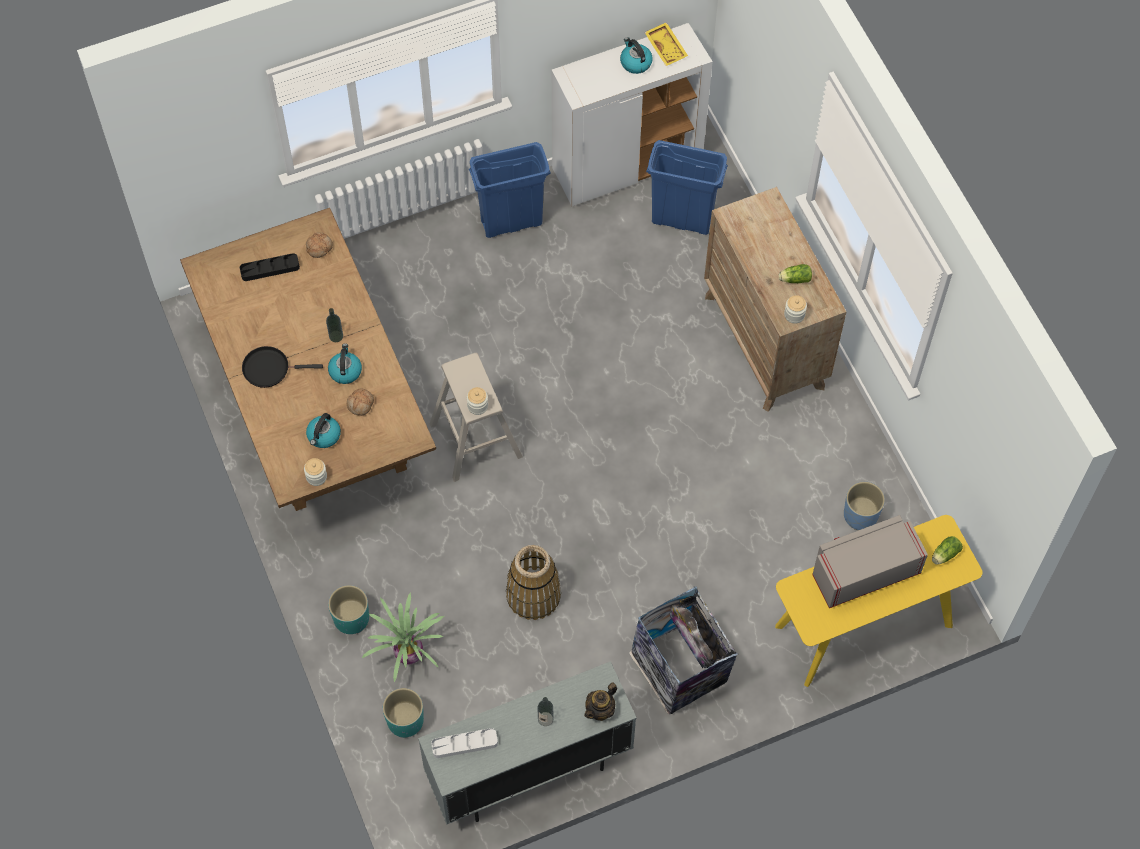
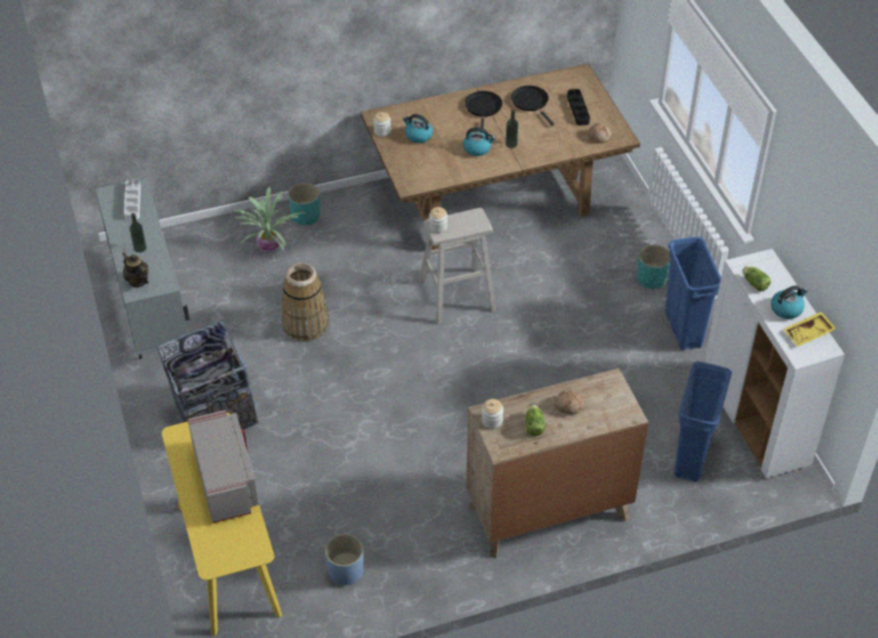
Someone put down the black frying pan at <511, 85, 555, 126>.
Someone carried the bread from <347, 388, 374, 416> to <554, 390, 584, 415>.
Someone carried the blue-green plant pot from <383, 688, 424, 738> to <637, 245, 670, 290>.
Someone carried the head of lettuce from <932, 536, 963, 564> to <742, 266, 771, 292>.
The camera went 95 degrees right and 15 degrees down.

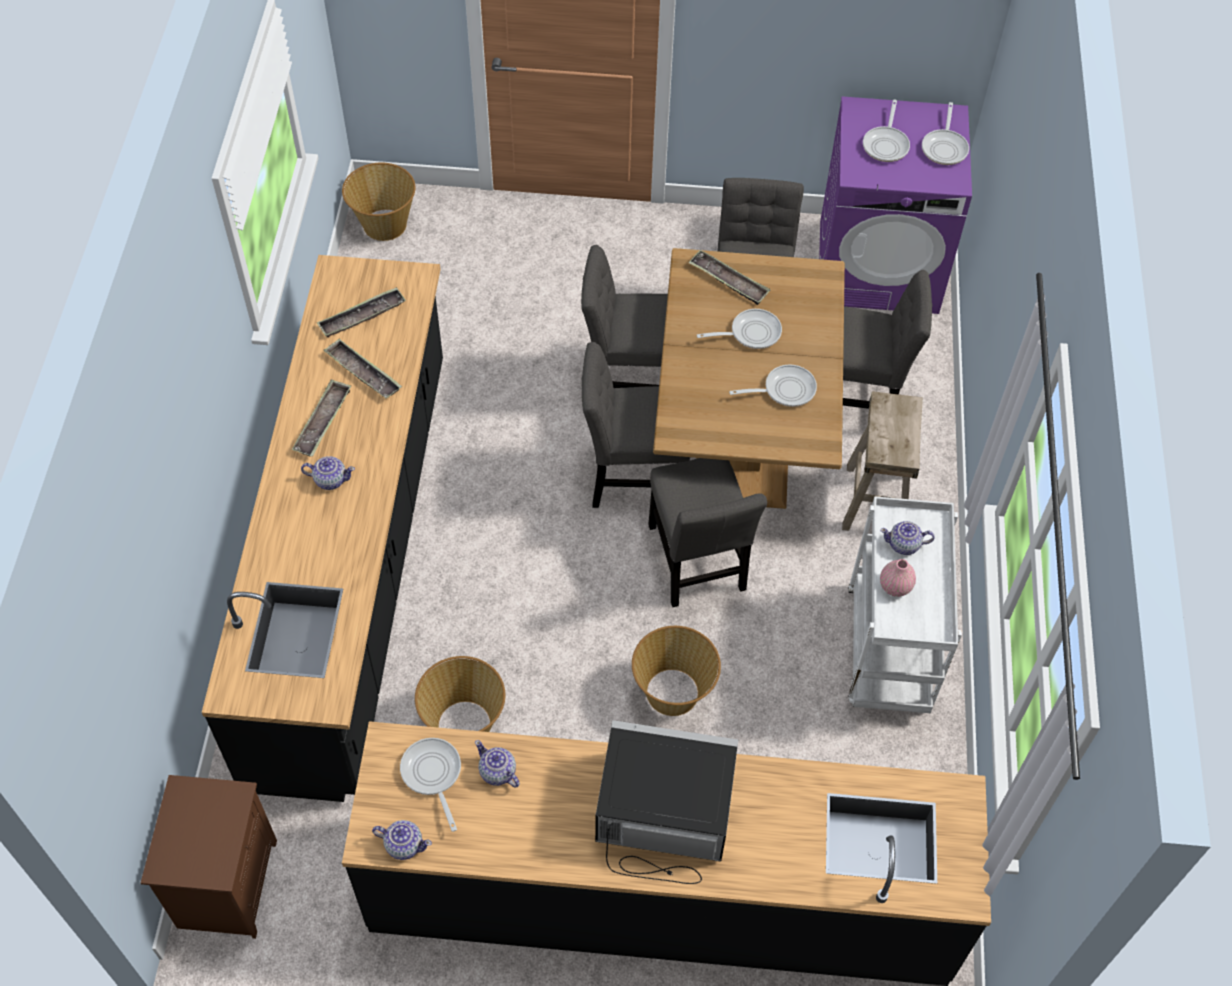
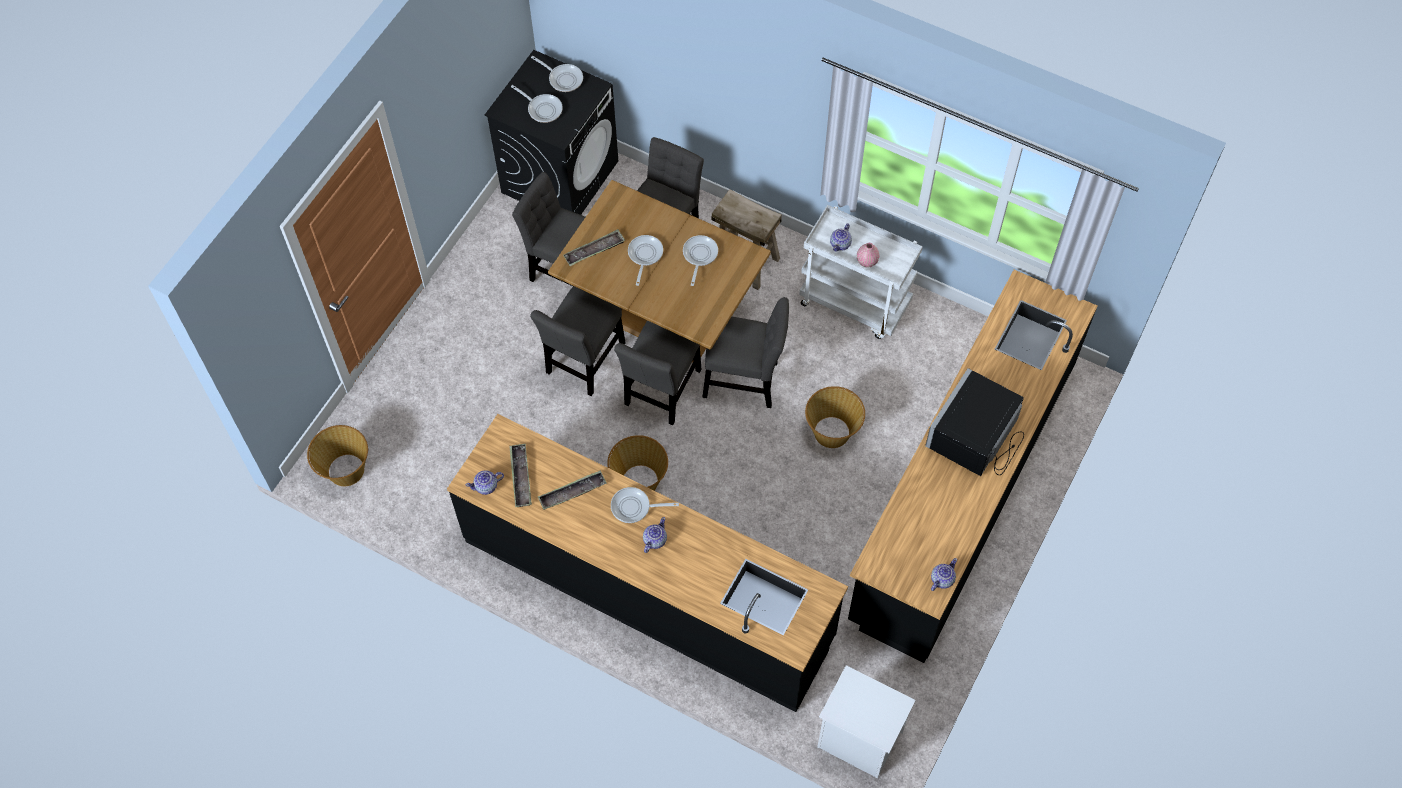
Someone took away the tray at <292, 379, 351, 457>.
Someone carried the frying pan from <400, 738, 461, 832> to <611, 487, 679, 523>.
Someone carried the basket from <415, 656, 505, 732> to <607, 435, 668, 491>.
Someone carried the teapot from <475, 740, 520, 788> to <465, 470, 504, 495>.
Someone repainted the brownish night table at <141, 775, 277, 939>, which became the white night table at <817, 665, 916, 779>.
Someone repainted the purplish washing machine at <819, 96, 972, 314>, which became the black washing machine at <485, 50, 618, 215>.
The camera went 65 degrees left and 5 degrees up.

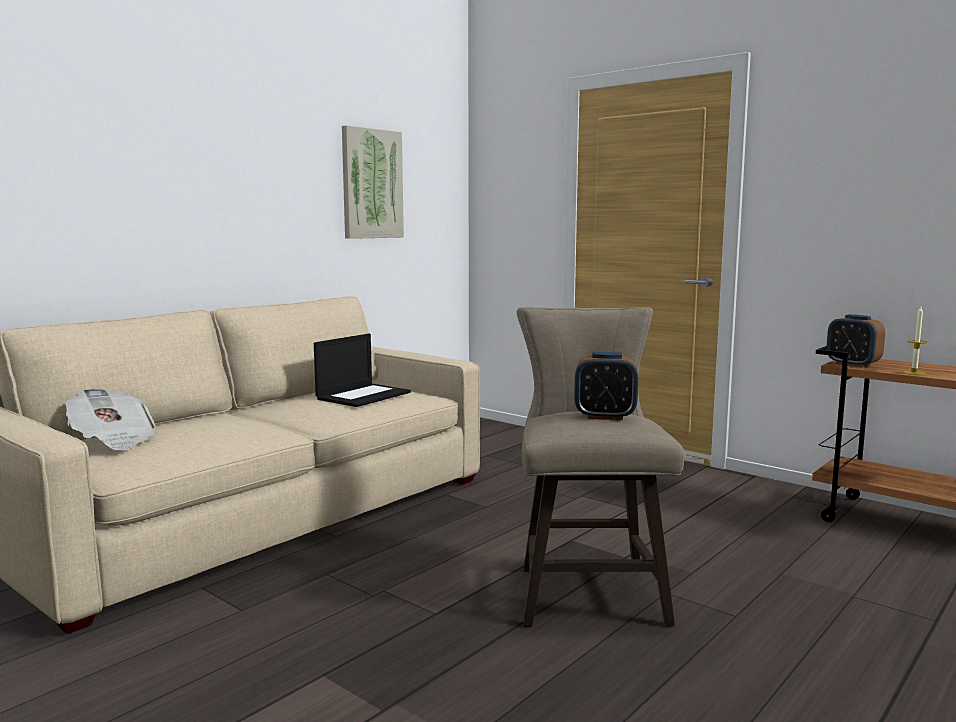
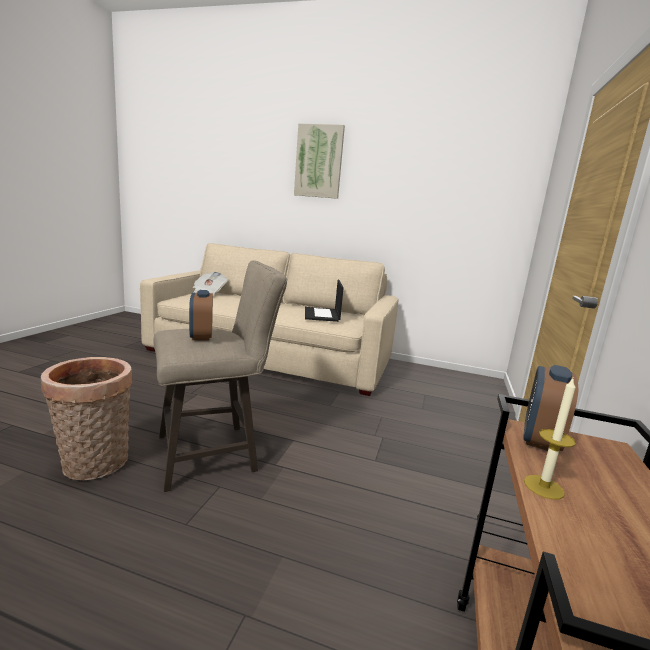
Someone put down the basket at <41, 357, 133, 480>.
Someone carried the wall art from <342, 125, 404, 239> to <294, 124, 345, 199>.
Someone rotated the laptop at <314, 333, 411, 407> by 75 degrees clockwise.
The camera went 65 degrees right and 5 degrees up.

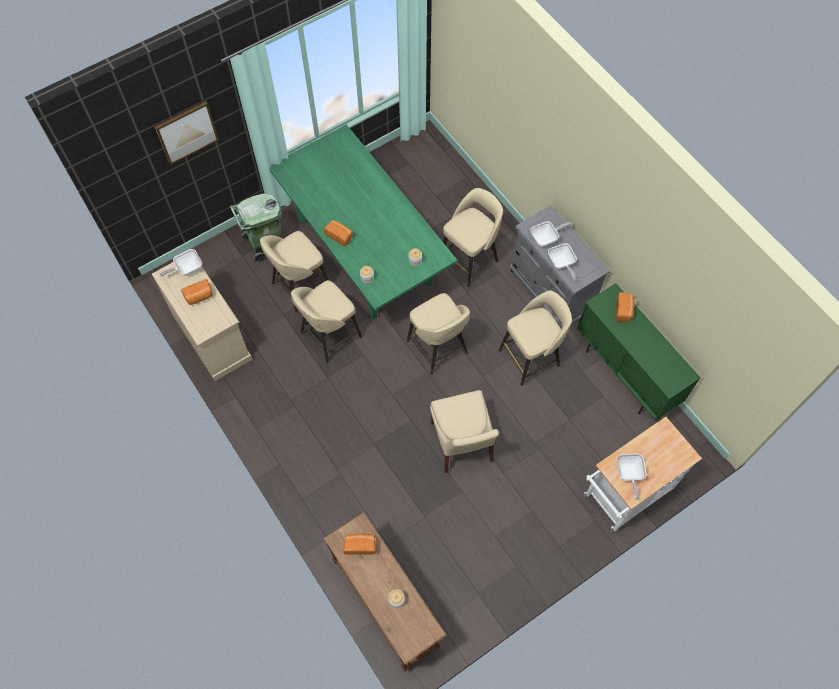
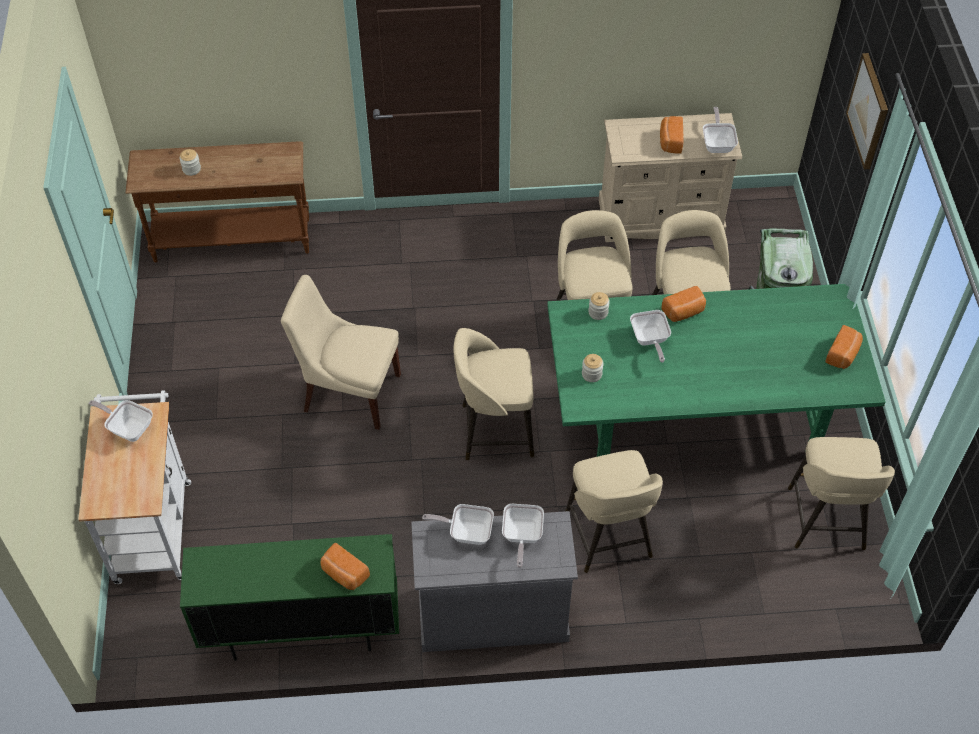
Someone put down the frying pan at <630, 310, 671, 363>.
Someone carried the bread from <344, 534, 376, 554> to <825, 325, 863, 369>.
Someone carried the beige sitting stool from <499, 291, 572, 386> to <788, 437, 895, 550>.
The camera went 120 degrees right and 10 degrees down.

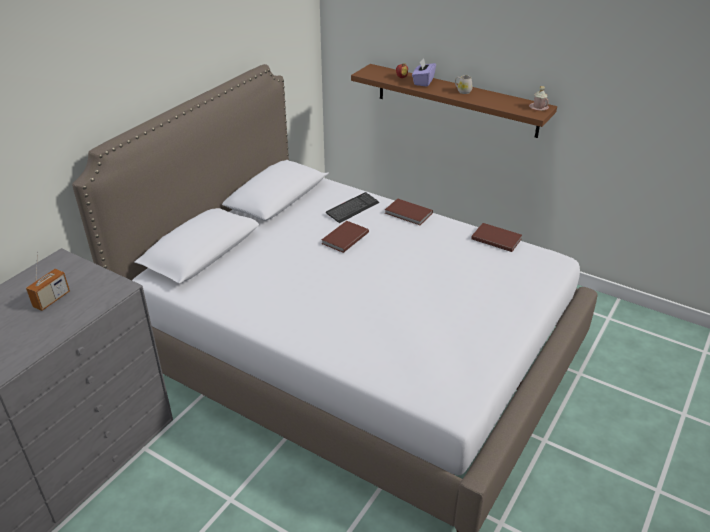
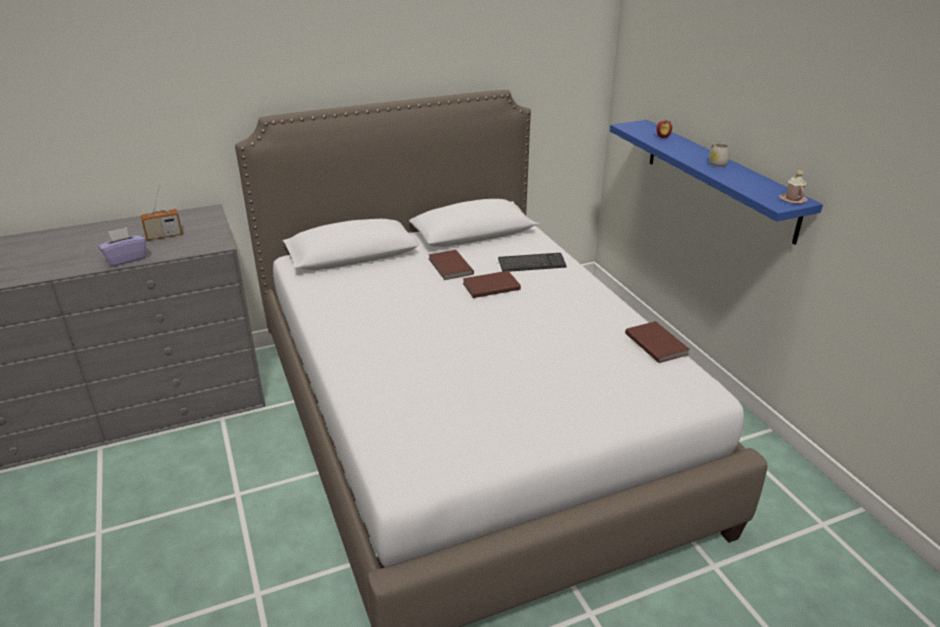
Someone carried the brownish book from <385, 199, 433, 225> to <428, 250, 474, 280>.
Someone carried the purplish box of tissues from <412, 58, 436, 87> to <98, 227, 146, 267>.
Someone repainted the brownish wall shelf at <351, 64, 557, 138>, which became the blue wall shelf at <610, 120, 823, 245>.
The camera went 35 degrees right and 5 degrees down.

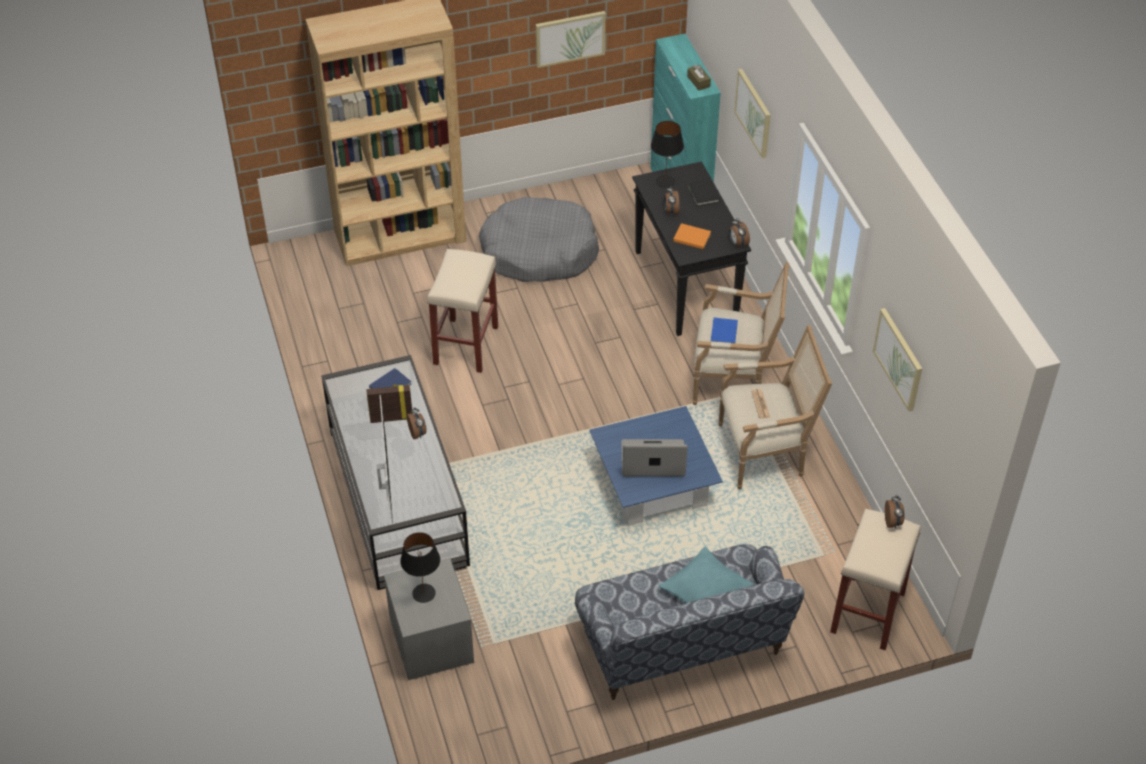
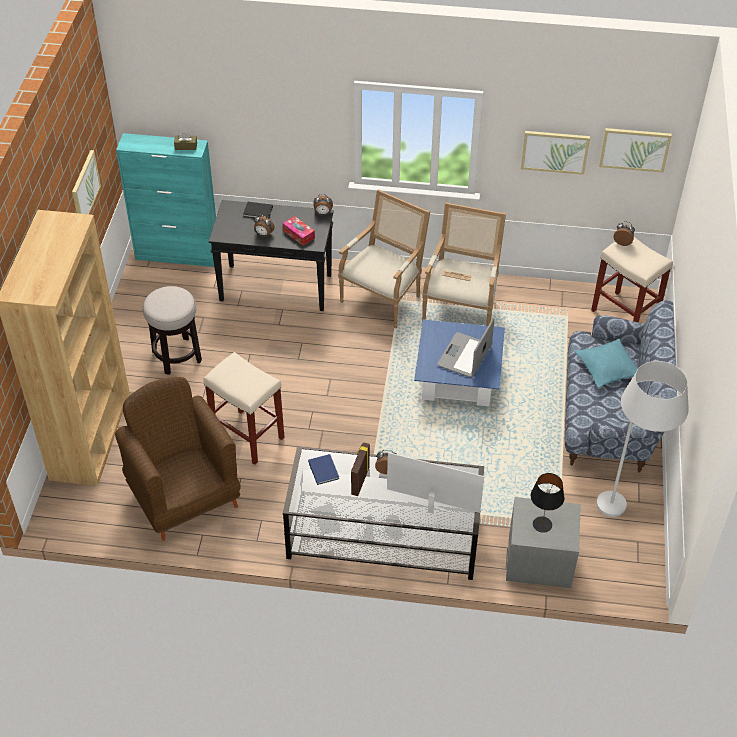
Someone took away the black tabletop lamp at <651, 121, 684, 188>.
Someone took away the blue book at <711, 318, 738, 343>.
Someone put down the brownish armchair at <115, 377, 240, 541>.
Someone put down the white standing lamp at <596, 361, 689, 517>.
Someone carried the wall art from <734, 69, 771, 158> to <599, 128, 672, 173>.
Someone swapped the greyish dog bed at <479, 197, 599, 282> for the sitting stool at <143, 286, 202, 375>.
Someone swapped the orange-coloured book at <673, 223, 711, 249> for the box of tissues at <283, 216, 315, 246>.
The camera went 65 degrees left and 0 degrees up.

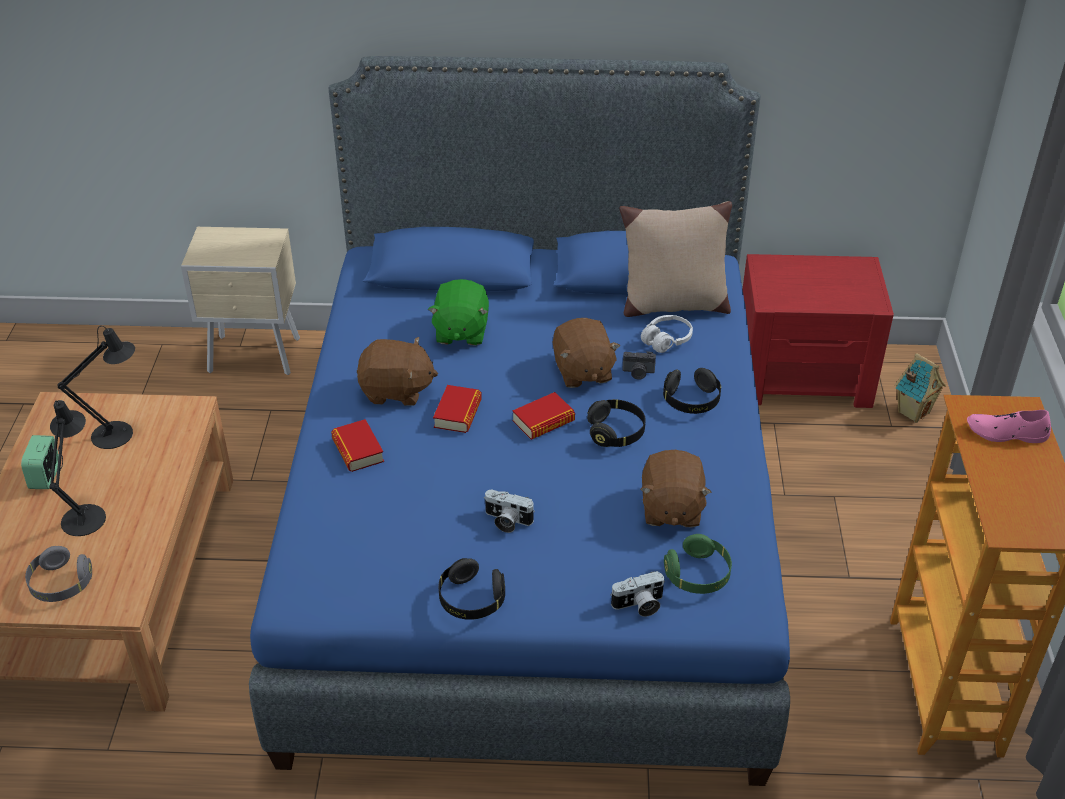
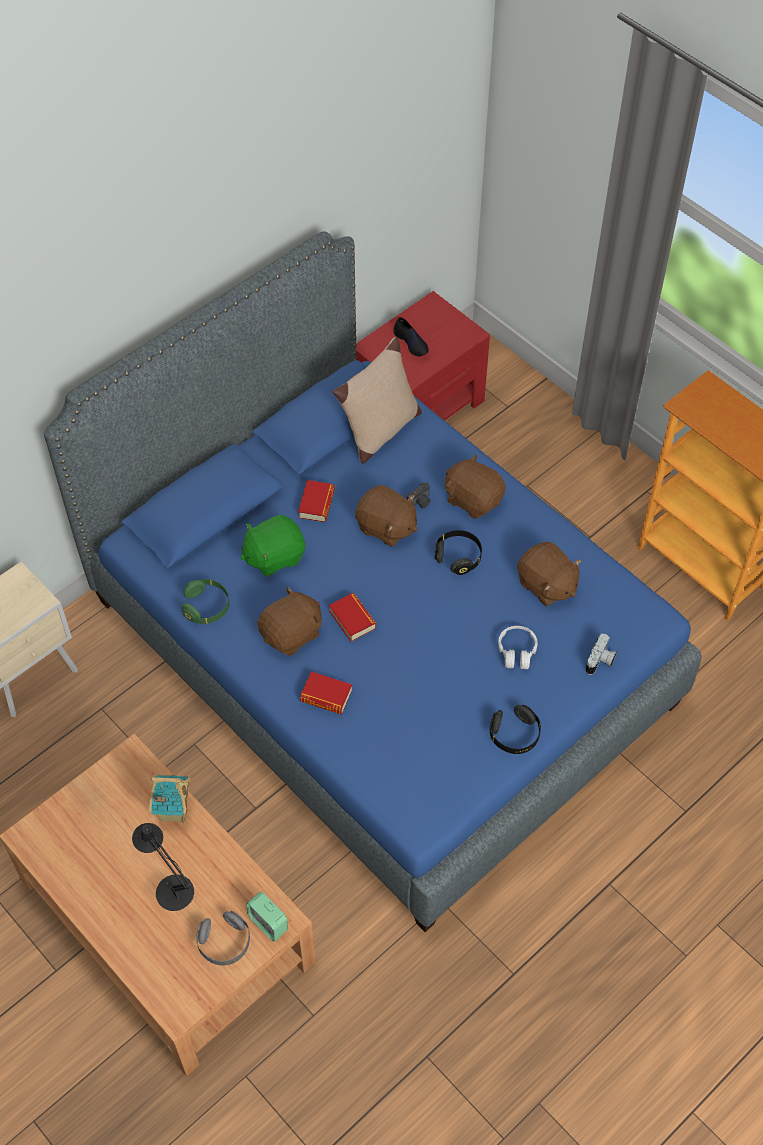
Someone took away the black tabletop lamp at <57, 326, 135, 449>.
Someone took away the still camera at <485, 490, 535, 533>.
Someone took away the pink-coloured shoe at <967, 410, 1051, 443>.
Someone put down the black shoe at <393, 317, 429, 356>.
Someone carried the alarm clock from <21, 435, 59, 489> to <246, 892, 288, 942>.
Someone carried the book from <512, 392, 575, 440> to <298, 480, 335, 522>.
Someone carried the white headphones from <641, 315, 693, 353> to <498, 626, 538, 669>.
Someone carried the greenish headphones from <664, 534, 732, 594> to <182, 579, 229, 624>.
Someone carried the toy house from <895, 353, 946, 423> to <149, 775, 191, 823>.
Someone swapped the black headphones at <663, 368, 721, 414> for the brownish cuddly toy at <445, 454, 506, 519>.
Someone rotated the greenish cuddly toy at <428, 279, 489, 345> by 105 degrees clockwise.
The camera went 45 degrees left and 15 degrees up.

